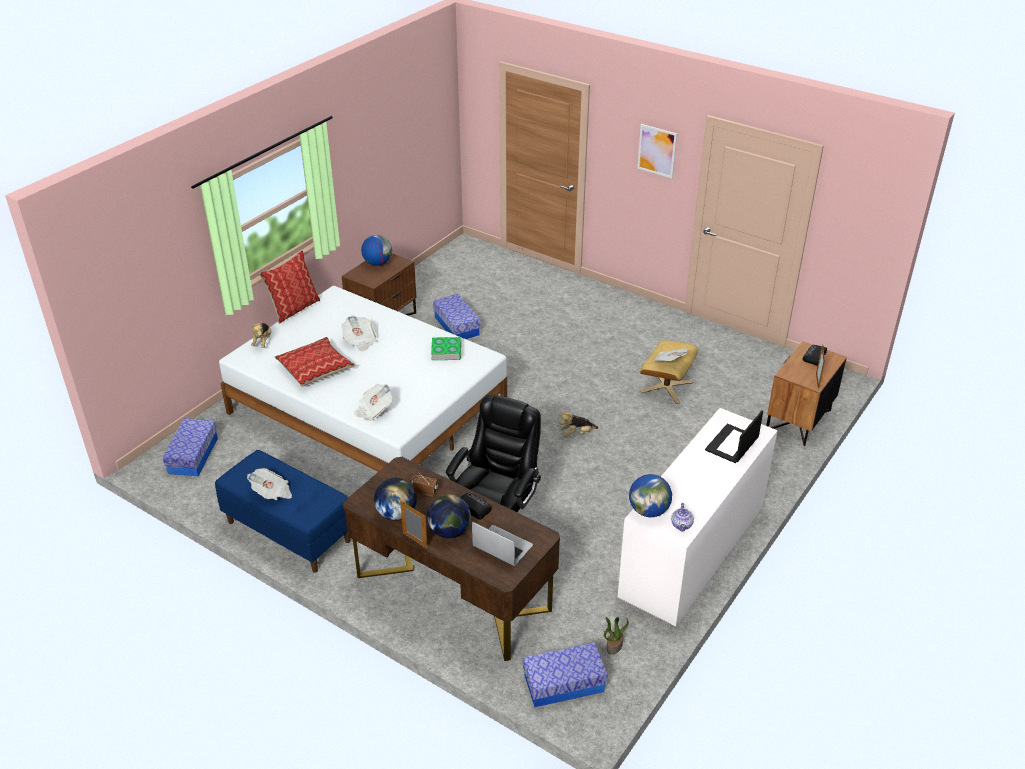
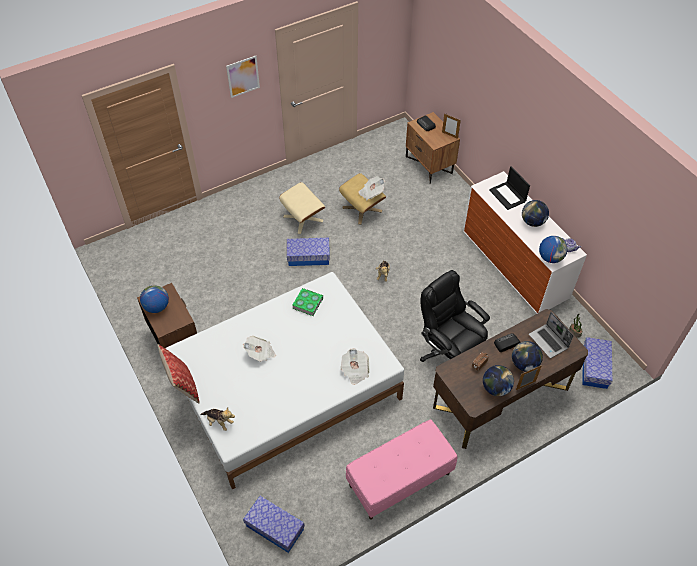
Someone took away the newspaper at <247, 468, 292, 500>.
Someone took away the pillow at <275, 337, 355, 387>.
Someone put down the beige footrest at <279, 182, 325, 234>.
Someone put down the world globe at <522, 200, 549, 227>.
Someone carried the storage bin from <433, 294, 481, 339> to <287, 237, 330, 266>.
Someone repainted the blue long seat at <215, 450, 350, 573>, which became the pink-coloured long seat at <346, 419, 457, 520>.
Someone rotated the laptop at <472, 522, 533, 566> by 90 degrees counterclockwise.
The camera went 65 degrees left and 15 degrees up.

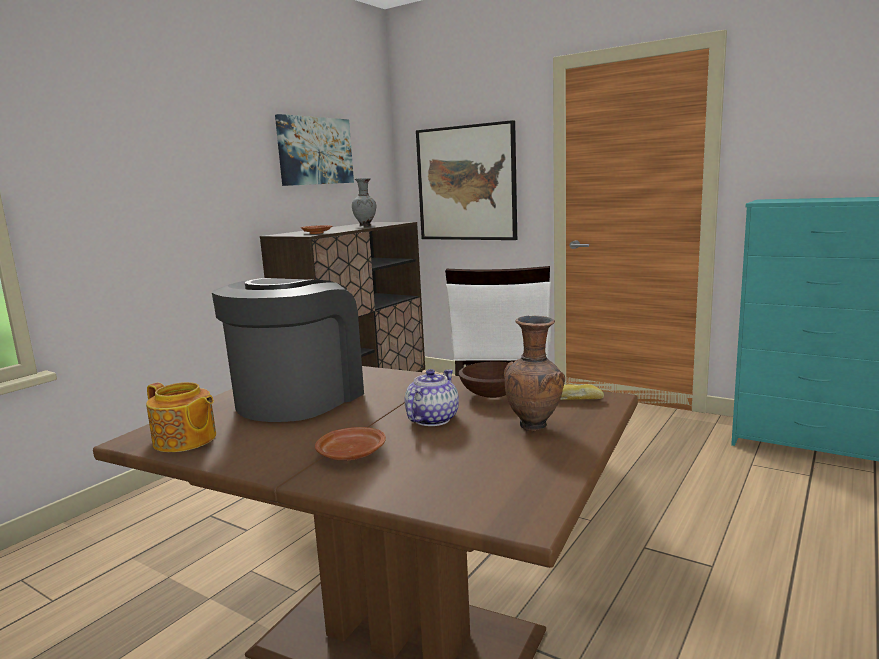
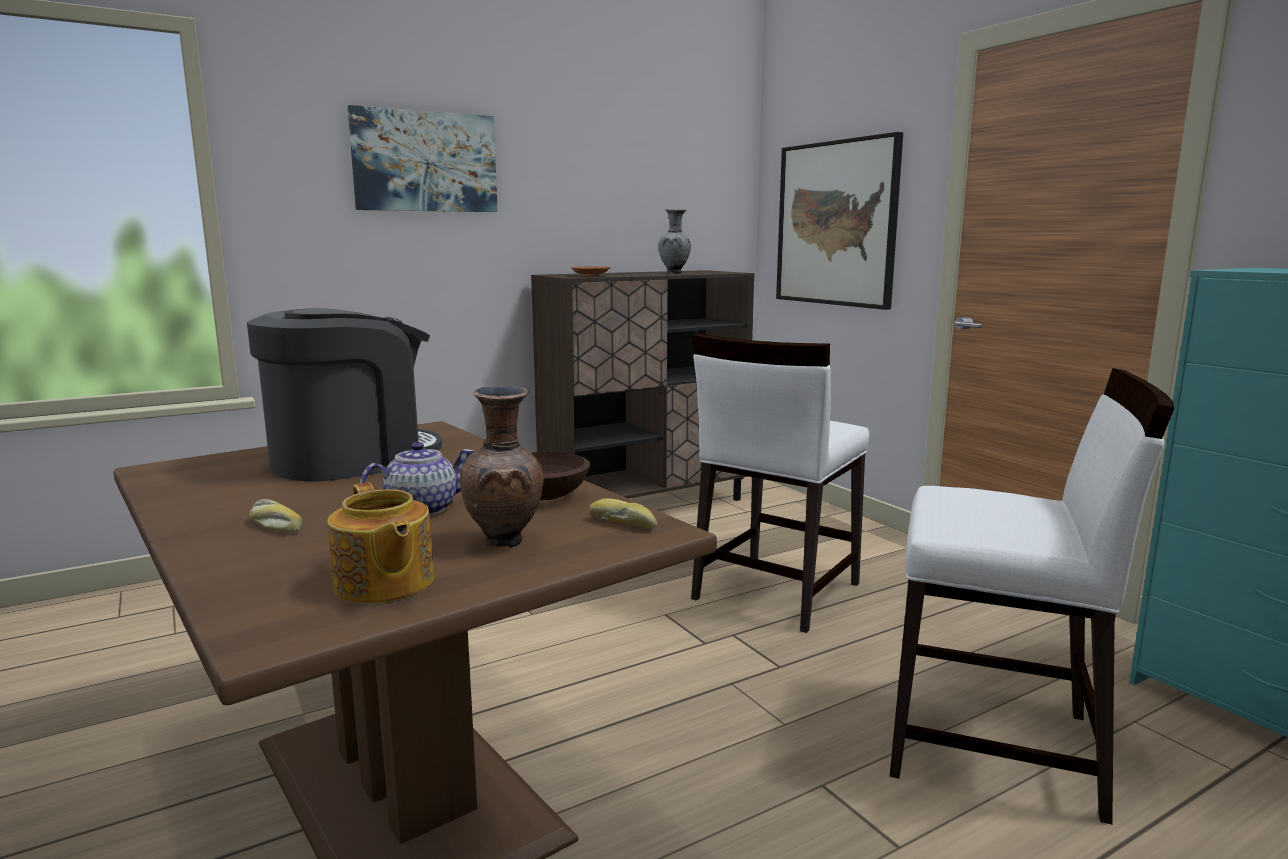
Someone put down the white upright chair at <890, 368, 1174, 825>.
Someone carried the teapot from <146, 382, 216, 452> to <327, 482, 434, 604>.
Someone carried the wall art from <275, 114, 354, 186> to <348, 105, 498, 212>.
Someone swapped the brownish flat dish at <315, 427, 386, 460> for the bread at <250, 499, 302, 533>.
The camera went 25 degrees right and 0 degrees up.

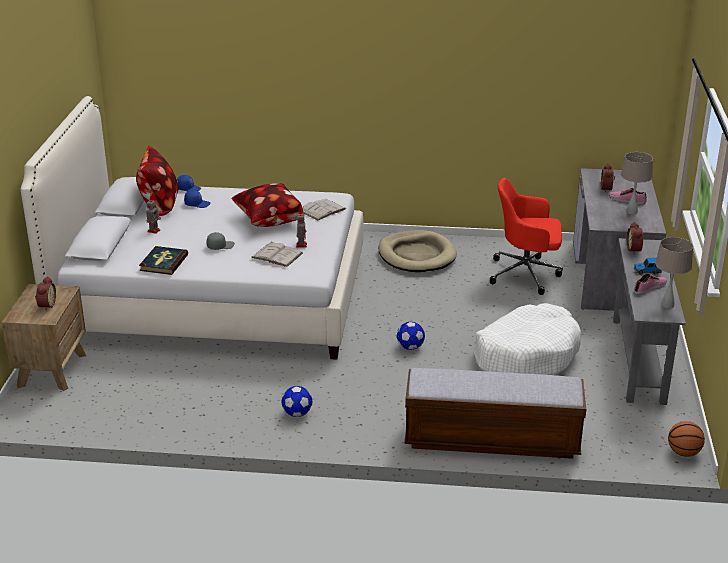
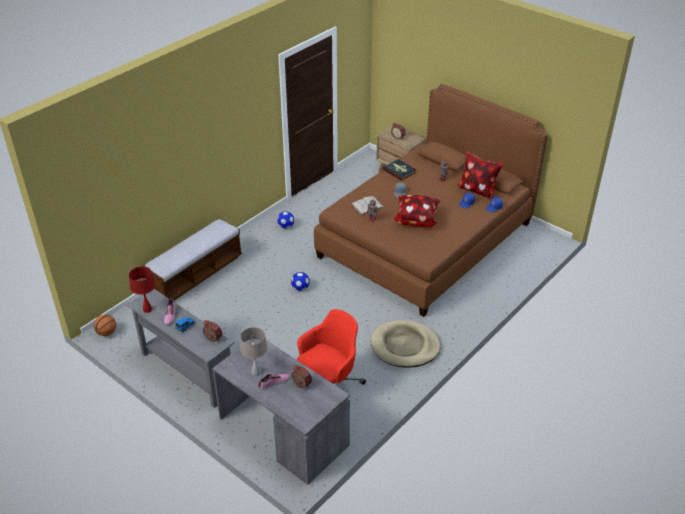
Someone took away the white book at <302, 199, 346, 220>.
Someone took away the white dog bed at <474, 303, 581, 375>.
Someone repainted the white bed at <21, 96, 363, 360>, which became the brownish bed at <314, 84, 548, 317>.
Someone repainted the beige tabletop lamp at <655, 237, 693, 308>, which became the reddish tabletop lamp at <129, 266, 156, 313>.
The camera went 125 degrees right and 10 degrees up.

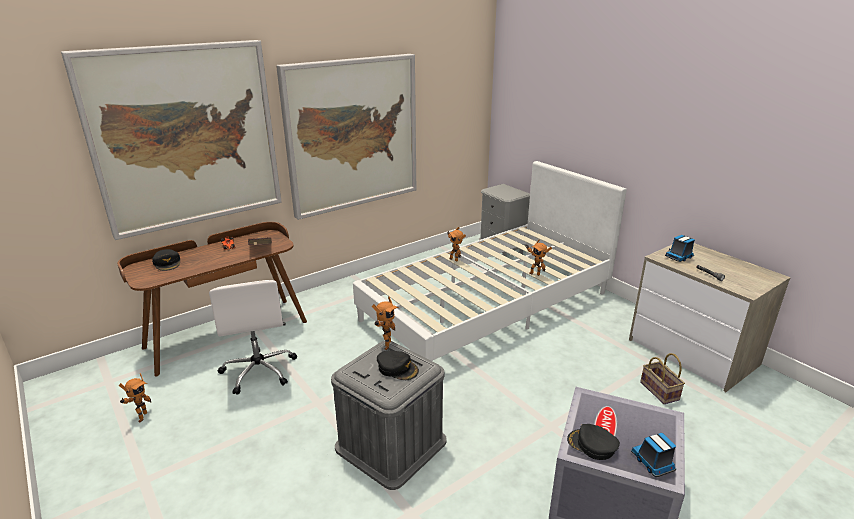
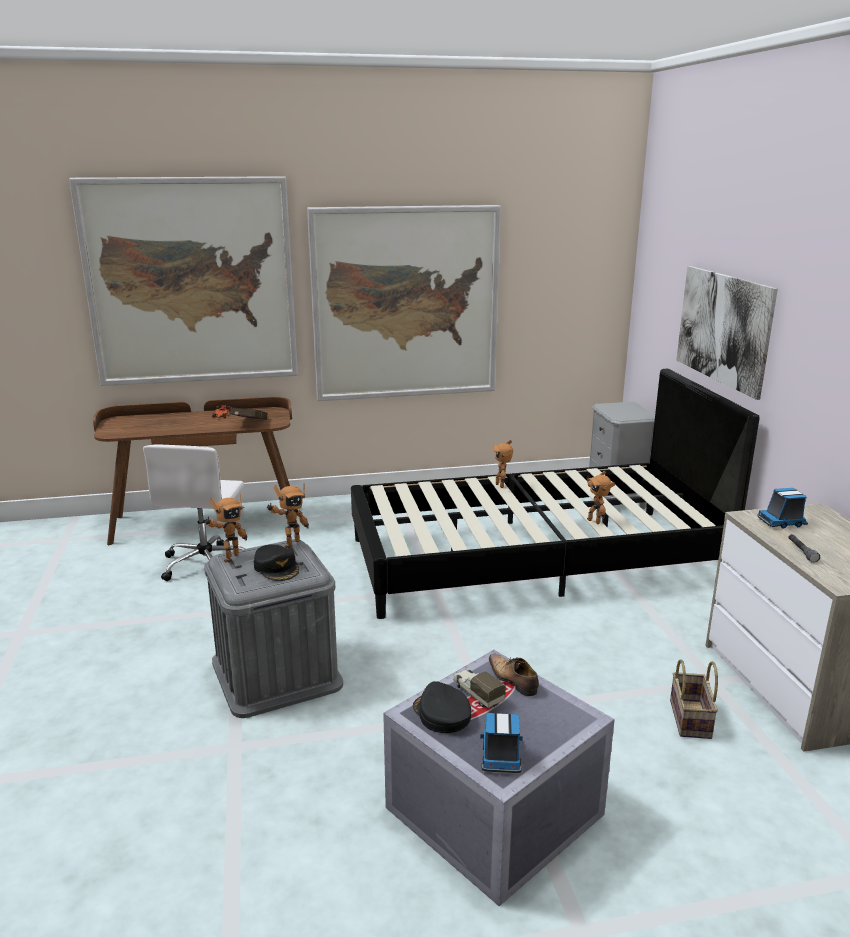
Someone took away the black peaked cap at <152, 249, 180, 271>.
Someone put down the toy lorry at <453, 668, 506, 708>.
Someone put down the shoe at <489, 654, 539, 696>.
Someone put up the wall art at <676, 266, 778, 400>.
Someone carried the robot figure from <119, 373, 151, 422> to <204, 493, 247, 562>.
Someone repainted the white bed at <353, 161, 627, 361>, which became the black bed at <351, 369, 759, 619>.
The camera went 25 degrees right and 5 degrees down.

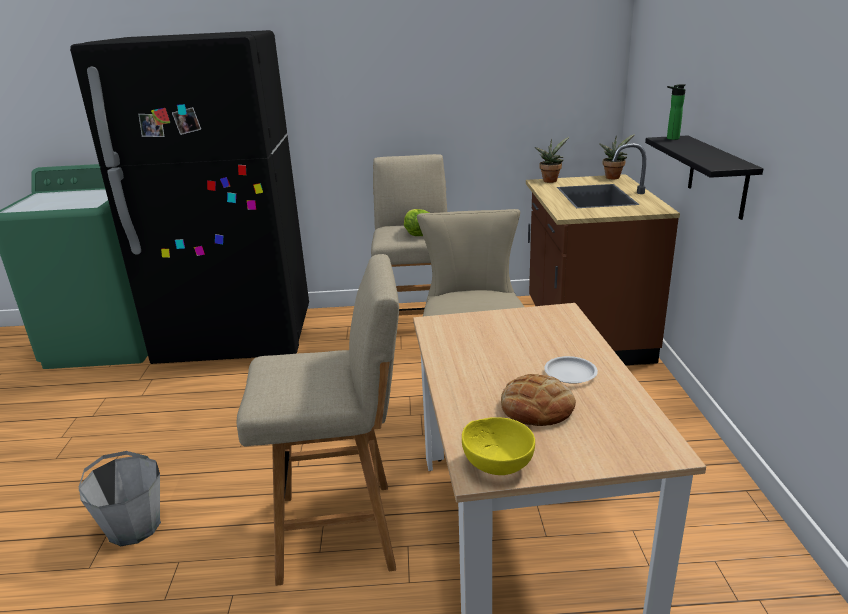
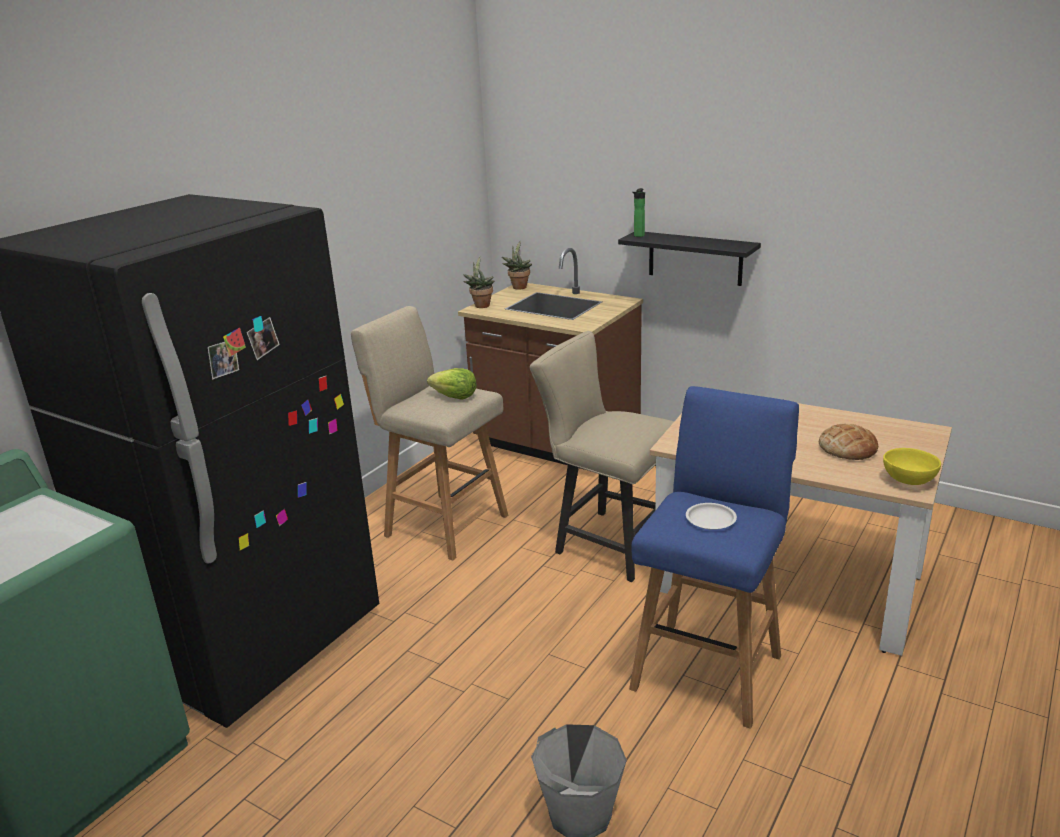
Someone carried the white flat dish from <544, 356, 598, 384> to <686, 503, 737, 530>.
Someone repainted the beige sitting stool at <237, 254, 399, 586>, which became the blue sitting stool at <629, 386, 799, 729>.
The camera went 55 degrees left and 0 degrees up.

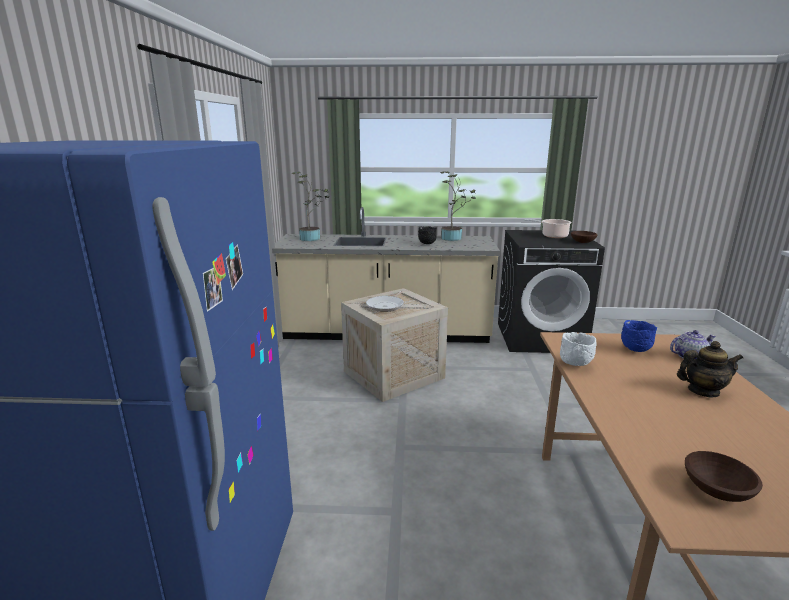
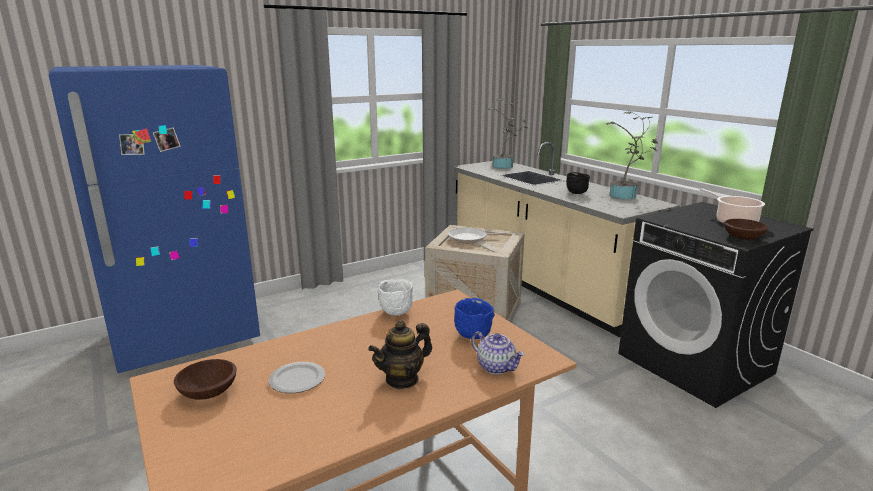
Someone put down the flat dish at <269, 362, 325, 393>.
Someone rotated the teapot at <677, 341, 743, 397> by 90 degrees clockwise.
The camera went 55 degrees right and 0 degrees up.

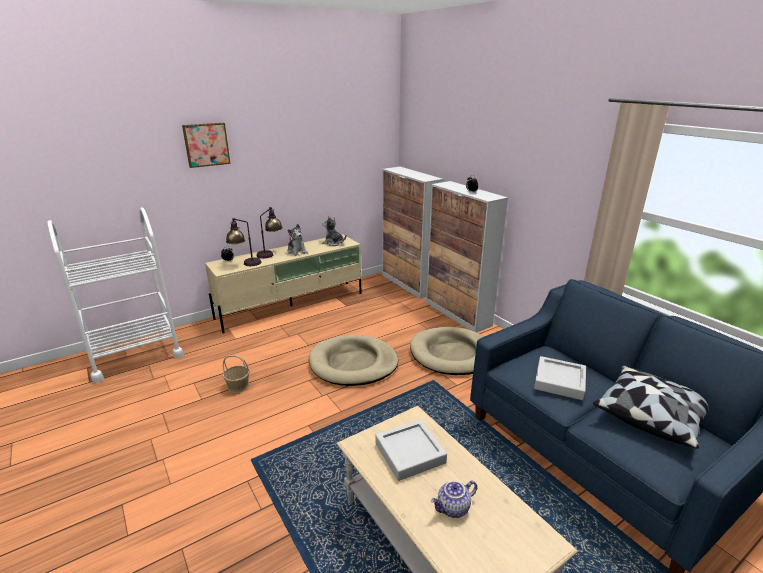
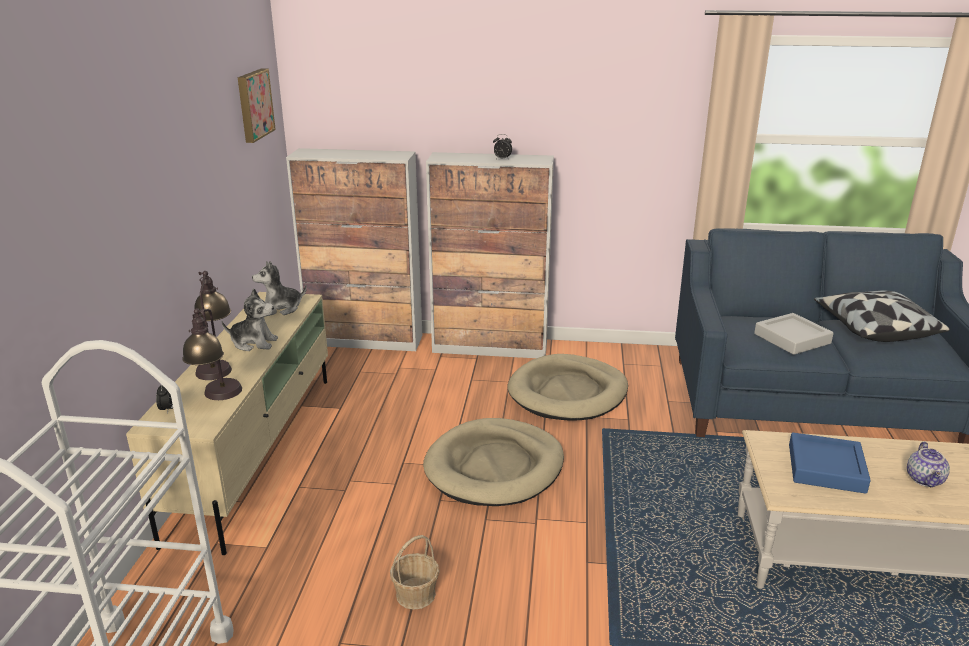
Someone carried the wall art from <182, 123, 231, 168> to <238, 68, 276, 143>.
Someone repainted the greyish tray at <375, 420, 447, 481>, which became the blue tray at <789, 433, 871, 494>.
The camera went 50 degrees left and 0 degrees up.

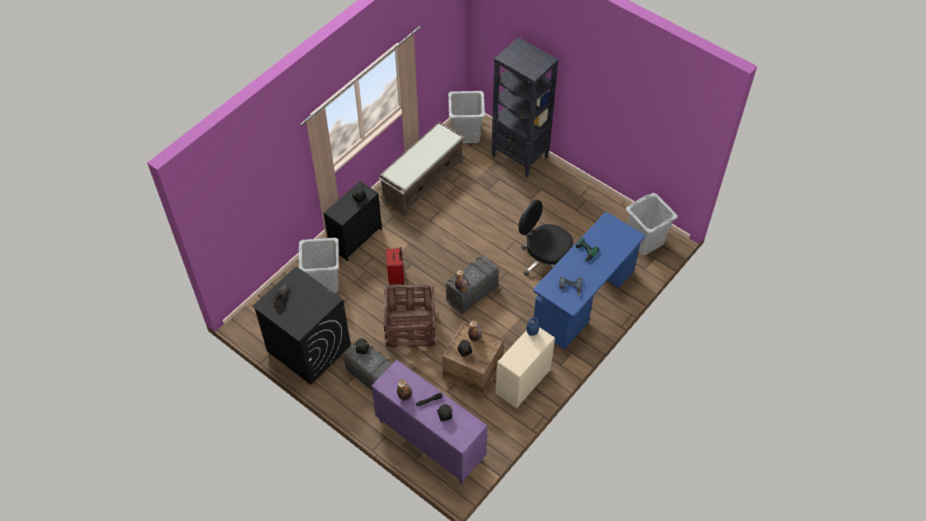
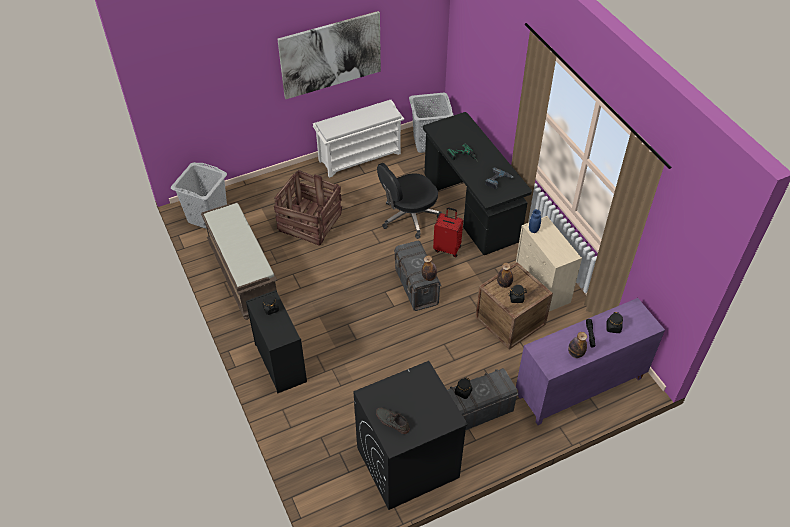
Someone took away the greyish laundry basket at <299, 238, 339, 293>.
Someone took away the black shelving unit at <491, 37, 558, 178>.
Someone put up the wall art at <277, 11, 381, 99>.
Someone put down the white shoe shelf at <313, 100, 404, 178>.
Someone carried the crate from <384, 285, 435, 347> to <274, 170, 342, 246>.
Someone carried the reddish travel case from <386, 247, 404, 285> to <433, 207, 463, 257>.
Someone repainted the blue desk table at <533, 212, 645, 349>, which became the black desk table at <423, 112, 532, 255>.
The camera went 65 degrees left and 5 degrees down.

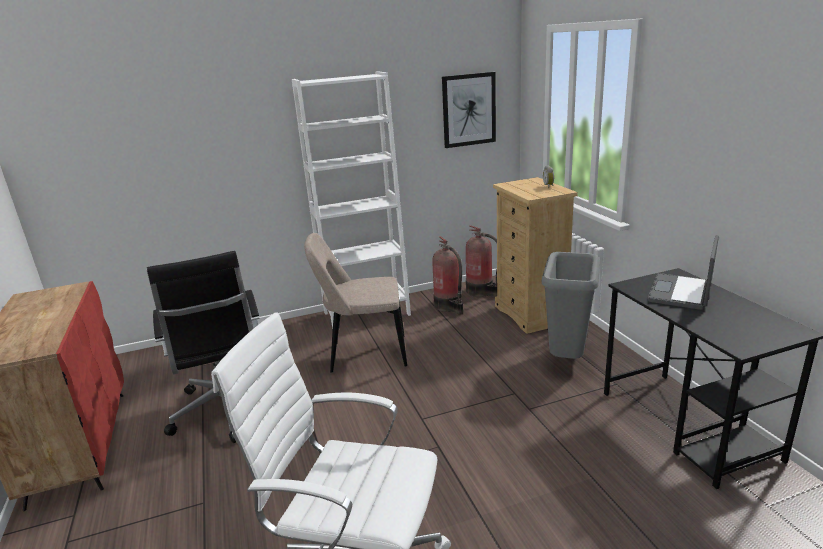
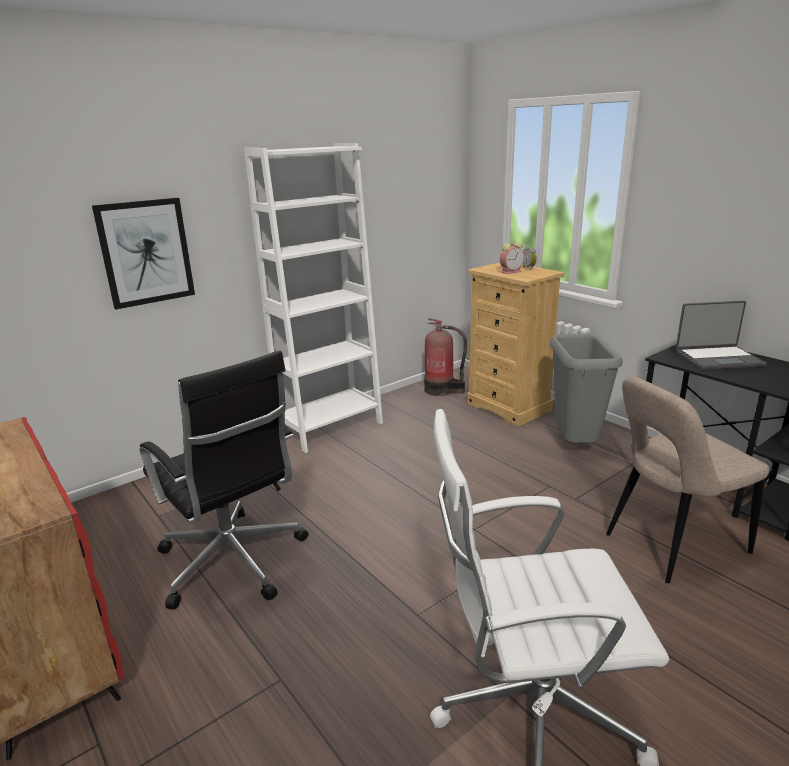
Someone took away the extinguisher at <432, 236, 463, 315>.
Someone put down the alarm clock at <500, 242, 524, 274>.
Someone carried the beige upright chair from <304, 233, 407, 372> to <606, 376, 769, 583>.
Someone carried the wall art from <442, 72, 496, 148> to <92, 198, 195, 309>.
Someone rotated the laptop at <648, 235, 719, 310> by 105 degrees counterclockwise.
The camera went 20 degrees left and 0 degrees up.

